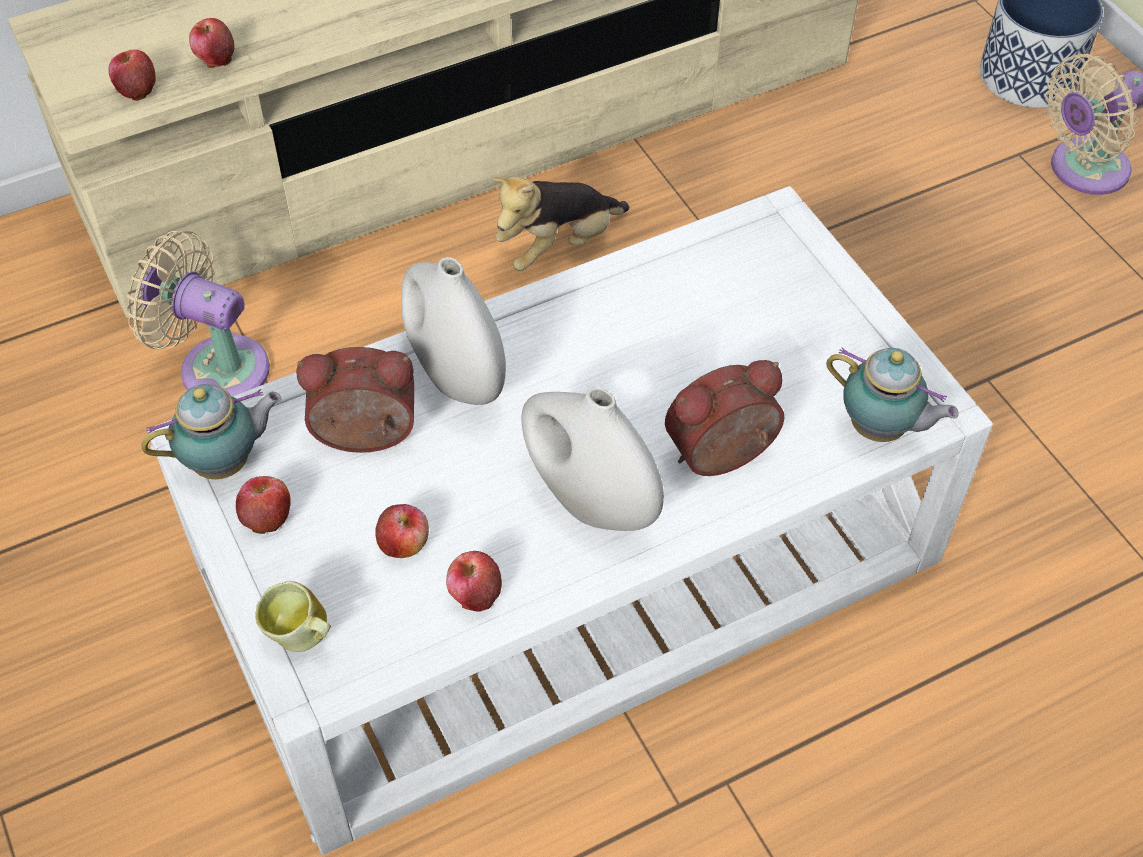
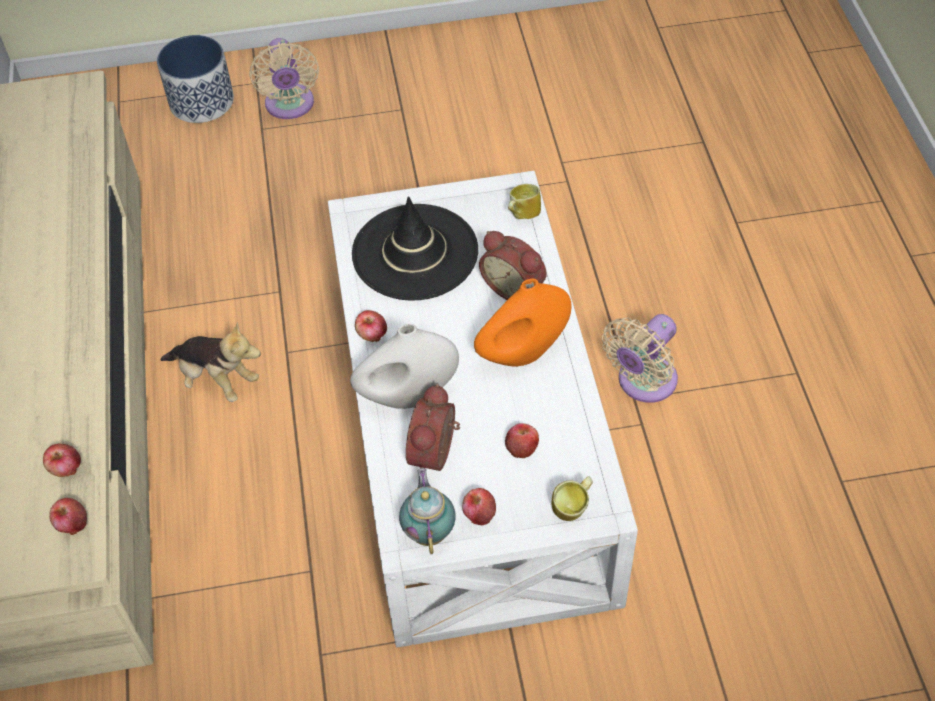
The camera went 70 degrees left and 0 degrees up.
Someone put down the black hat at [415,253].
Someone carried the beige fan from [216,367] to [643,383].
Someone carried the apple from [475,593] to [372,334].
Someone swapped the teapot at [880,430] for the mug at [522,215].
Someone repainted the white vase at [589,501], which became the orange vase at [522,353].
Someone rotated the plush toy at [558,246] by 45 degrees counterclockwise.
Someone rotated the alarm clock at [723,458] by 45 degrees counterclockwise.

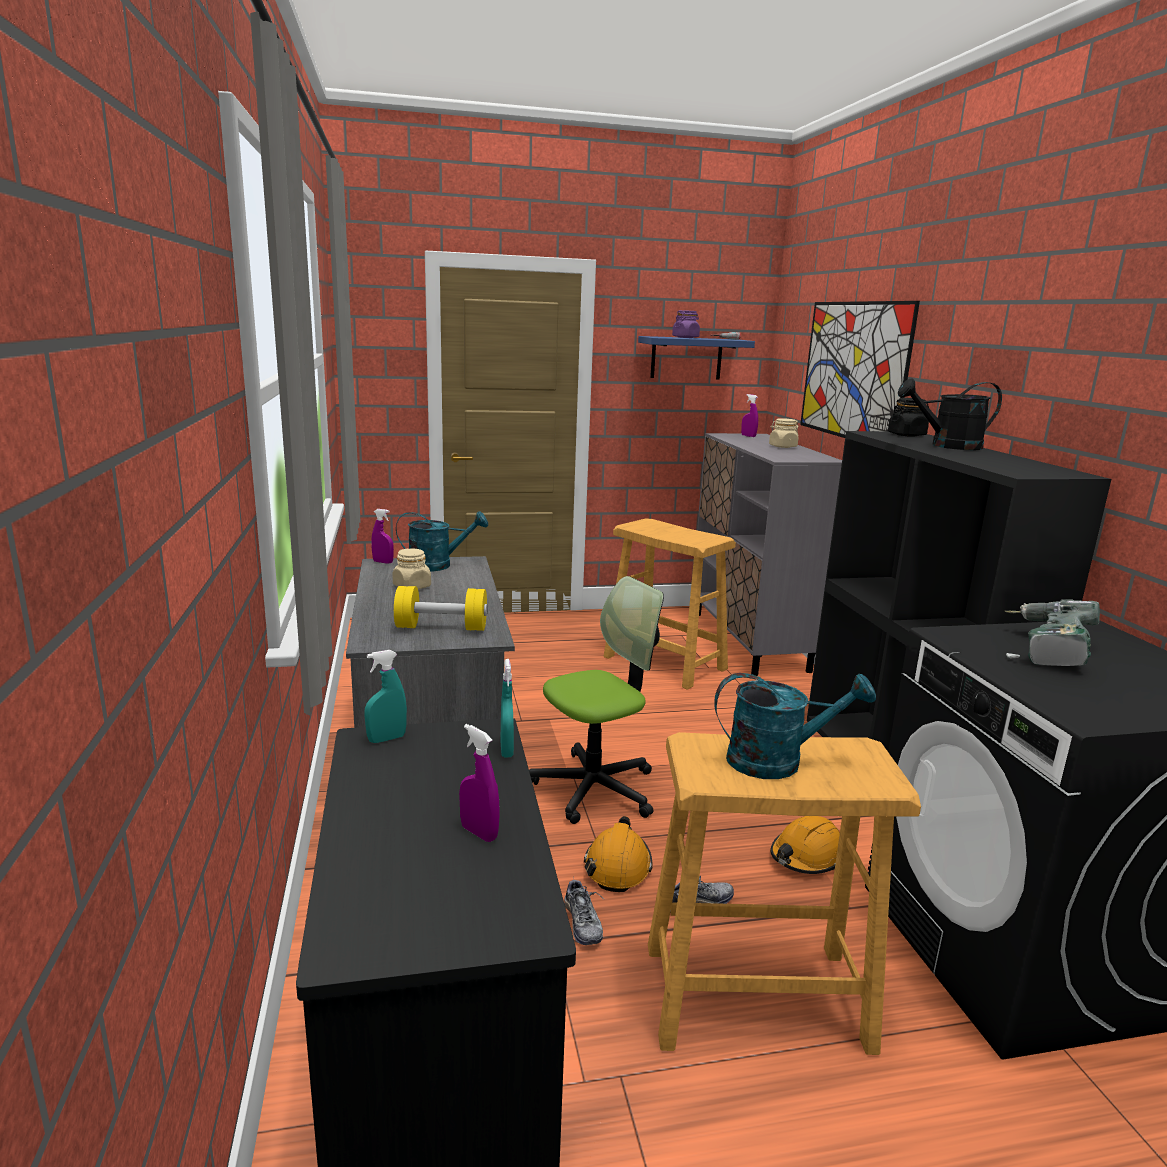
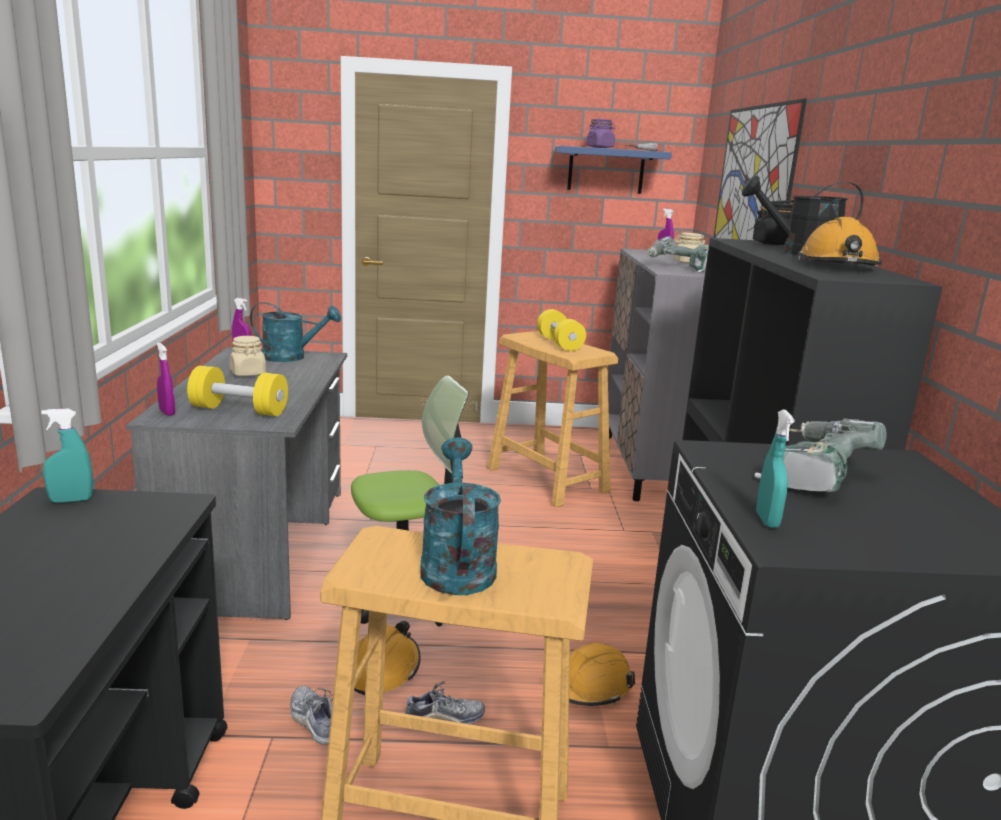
The camera went 10 degrees right and 0 degrees up.
Someone put down the yellow dumbbell at [559,343].
Someone put down the power drill at [678,268].
Someone put down the orange hard hat at [838,266].
Someone carried the purple spray bottle from [479,832] to [167,412].
Someone carried the turquoise spray bottle from [506,750] to [767,520].
Someone rotated the shoe at [582,923] by 150 degrees clockwise.
Someone rotated the turquoise watering can at [777,761] by 105 degrees counterclockwise.

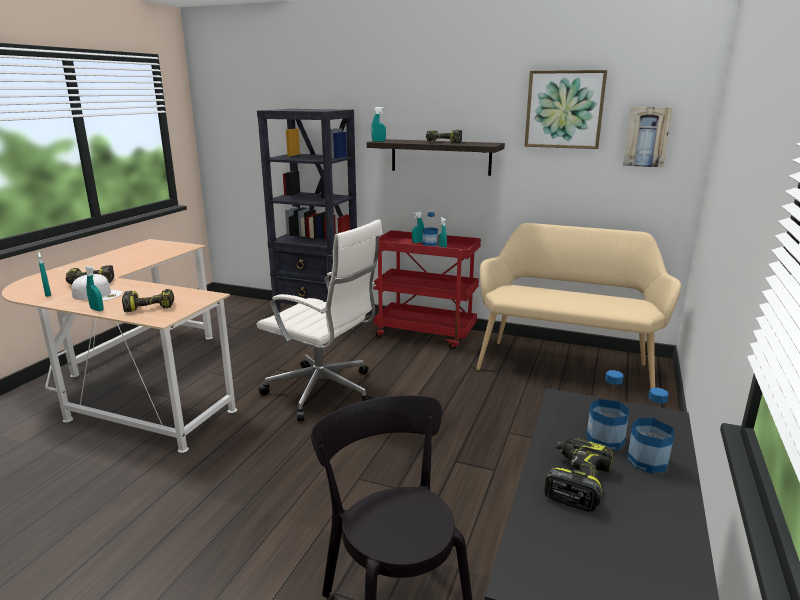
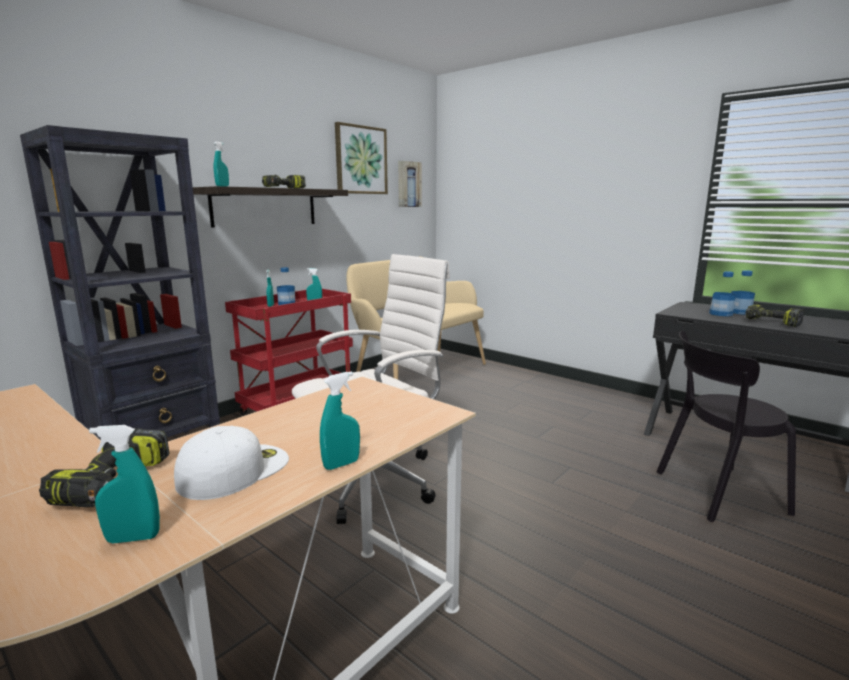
The camera went 70 degrees left and 5 degrees down.
Someone took away the power drill at [151,306].

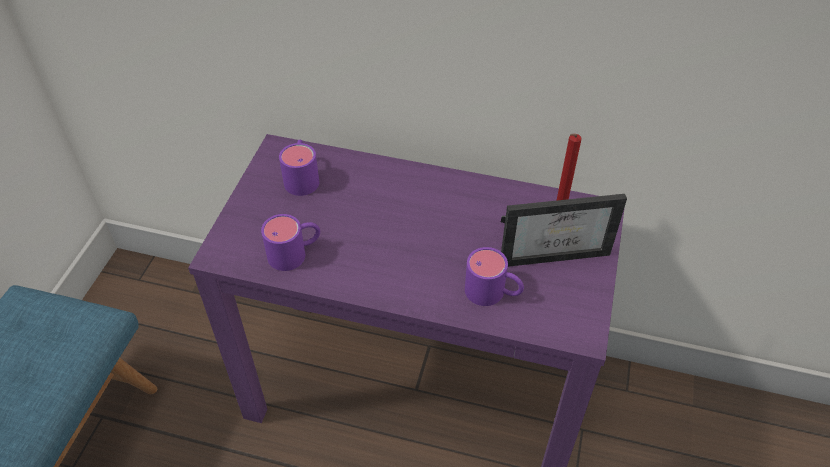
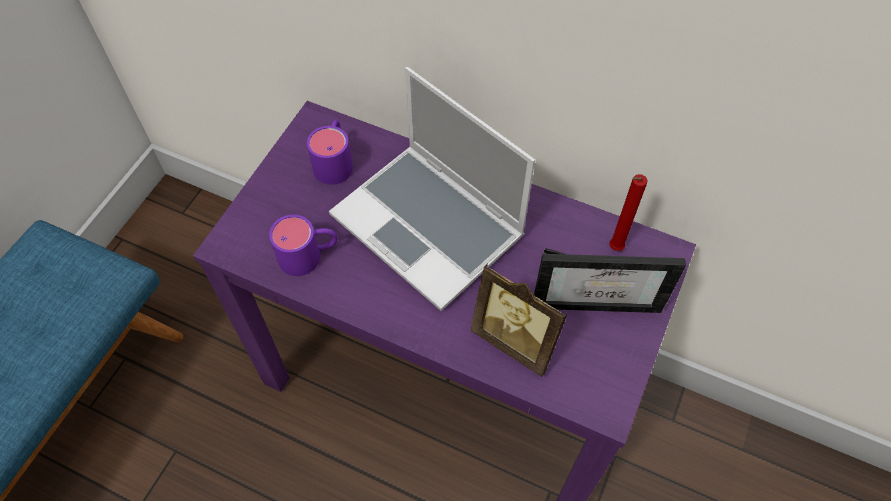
The camera went 10 degrees right and 10 degrees up.
Someone put down the laptop at [430,226].
Someone swapped the purple mug at [493,293] for the picture frame at [516,339].

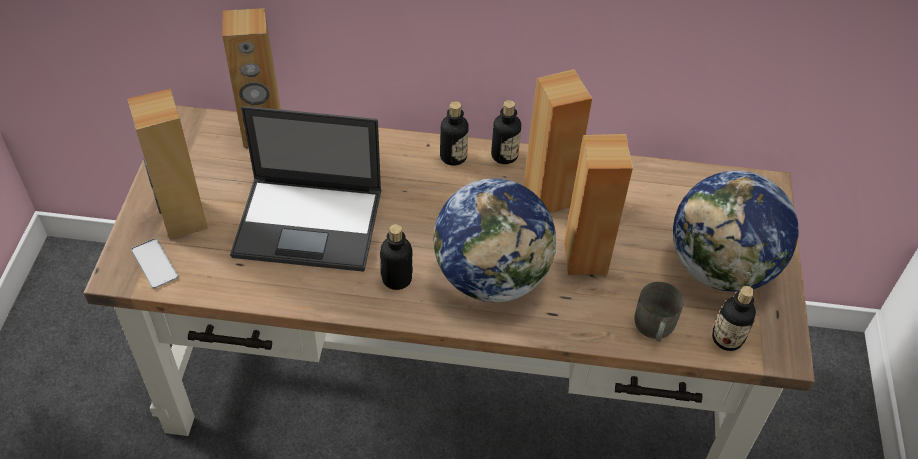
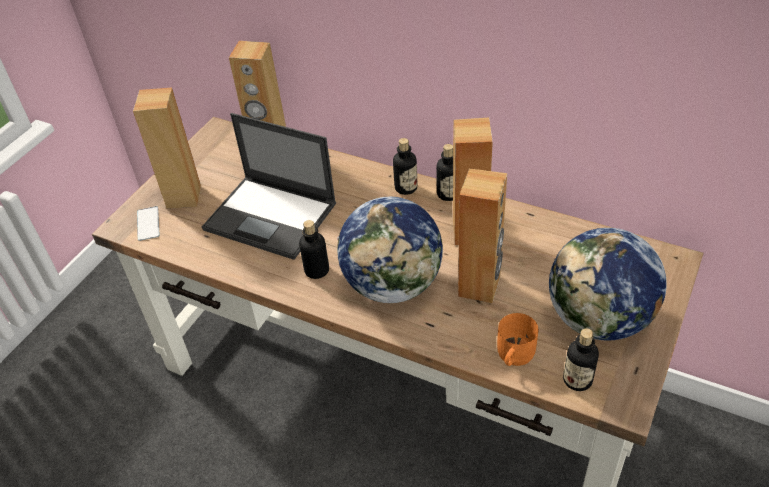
The camera went 25 degrees right and 5 degrees down.
Someone repainted the grey mug at [653,327], which became the orange mug at [513,355].

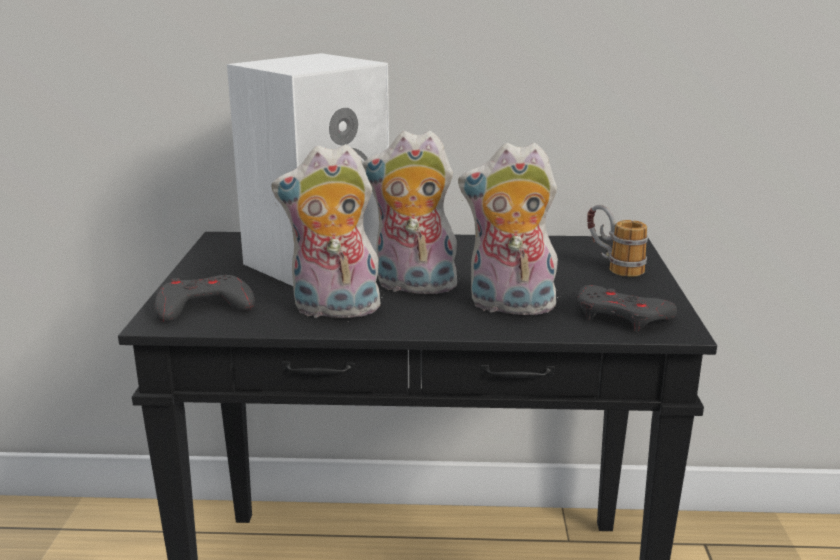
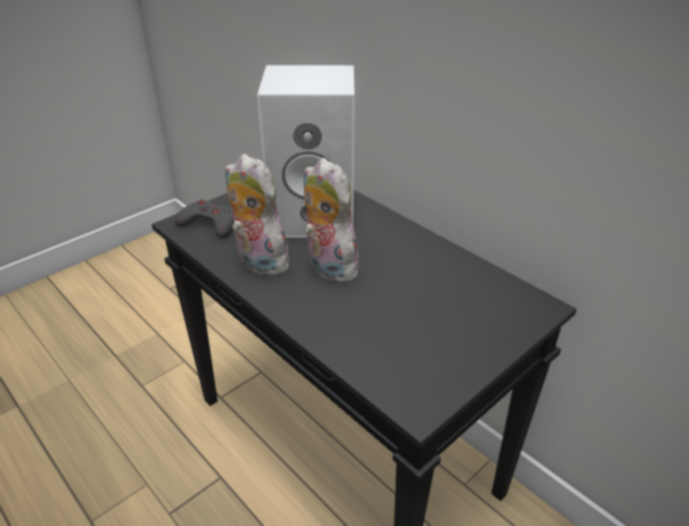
The camera went 45 degrees right and 15 degrees up.
Someone took away the plush toy at [509,307].
Someone took away the grey game controller at [621,316].
Someone took away the mug at [612,266].

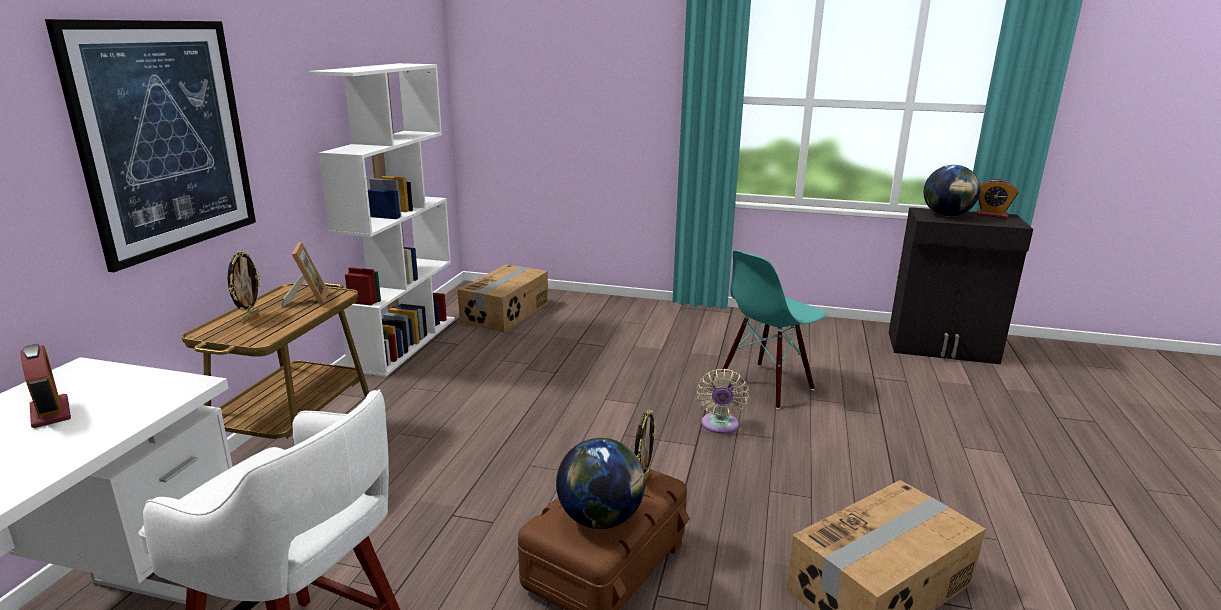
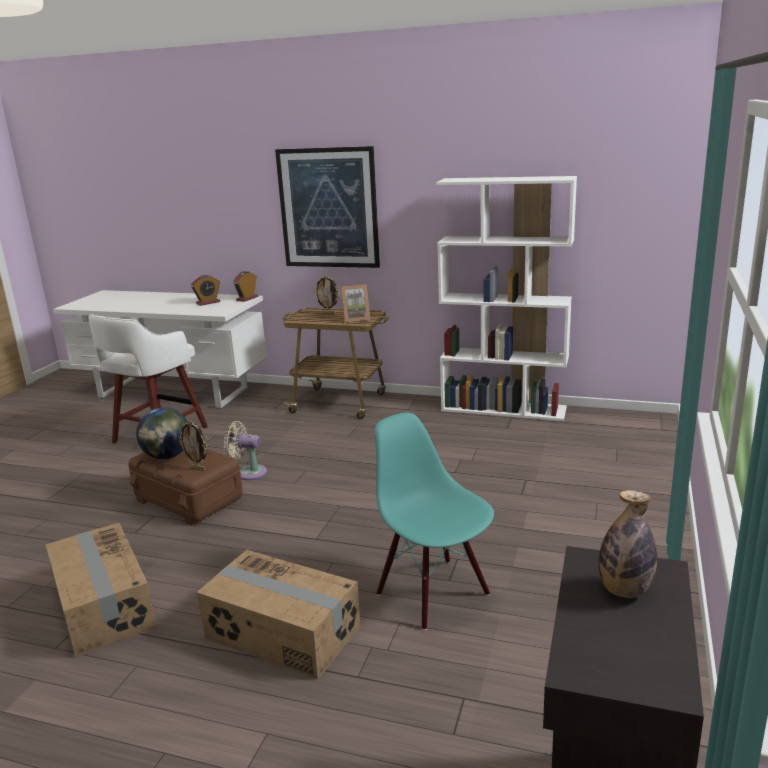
The camera went 95 degrees right and 0 degrees up.
Someone carried the cardboard box from [506,313] to [282,633].
Someone carried the beige fan from [719,426] to [248,472].
Someone carried the alarm clock from [992,215] to [247,298].
Someone swapped the globe at [947,215] for the bottle at [624,590].

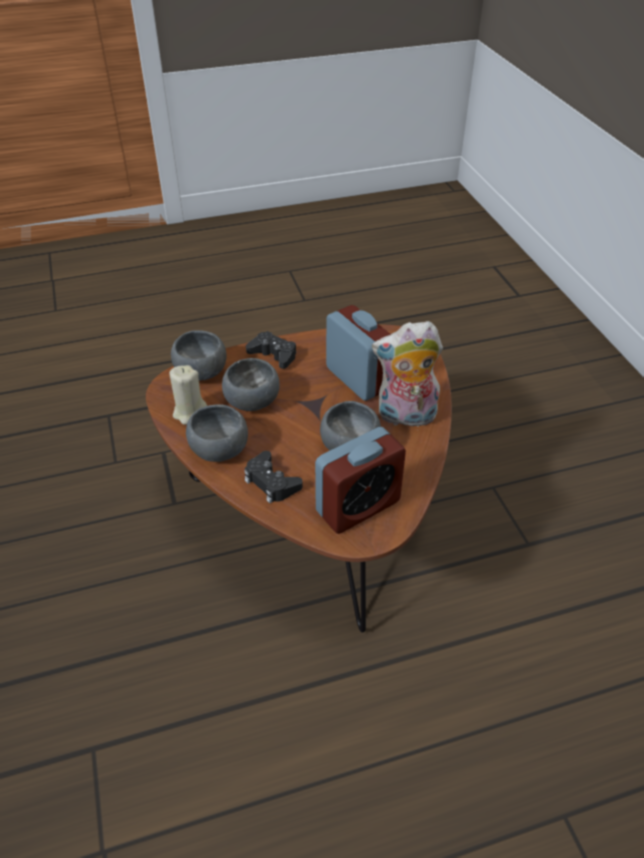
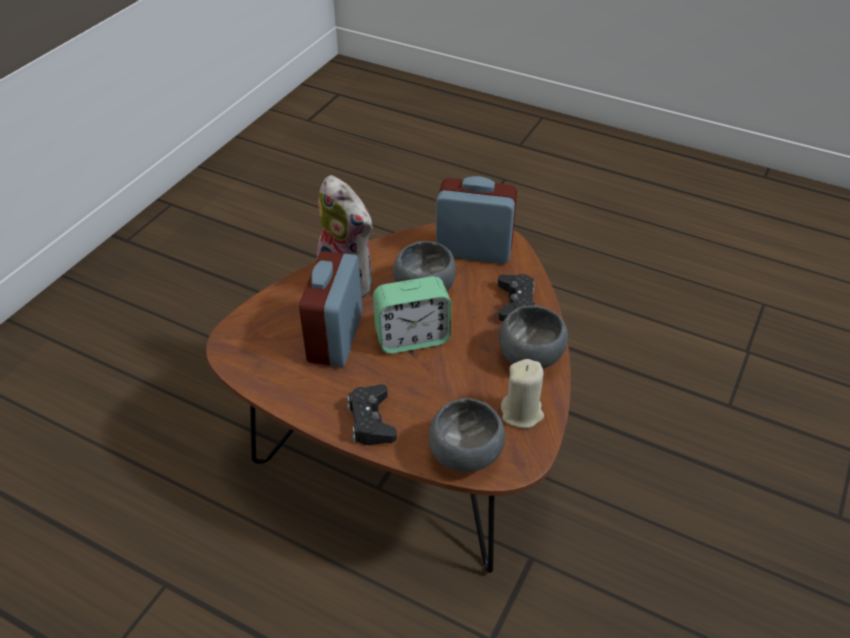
The camera went 135 degrees left and 0 degrees up.
Someone took away the grey bowl at [253,402].
Someone put down the alarm clock at [412,338].

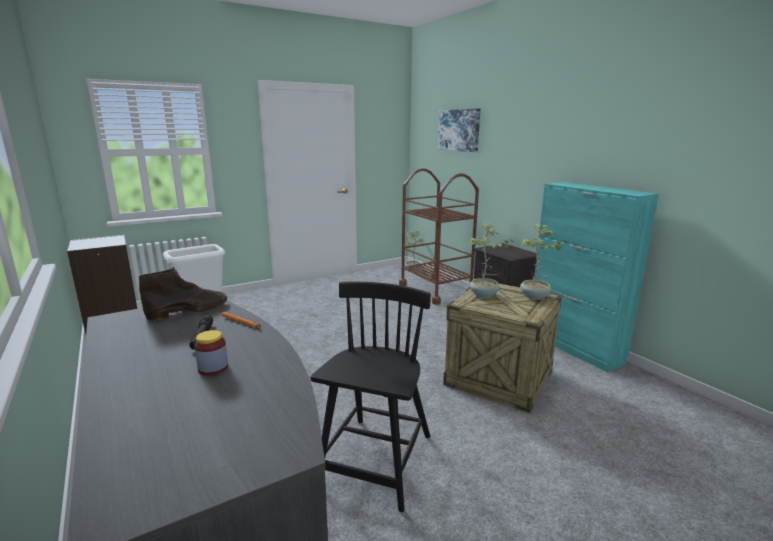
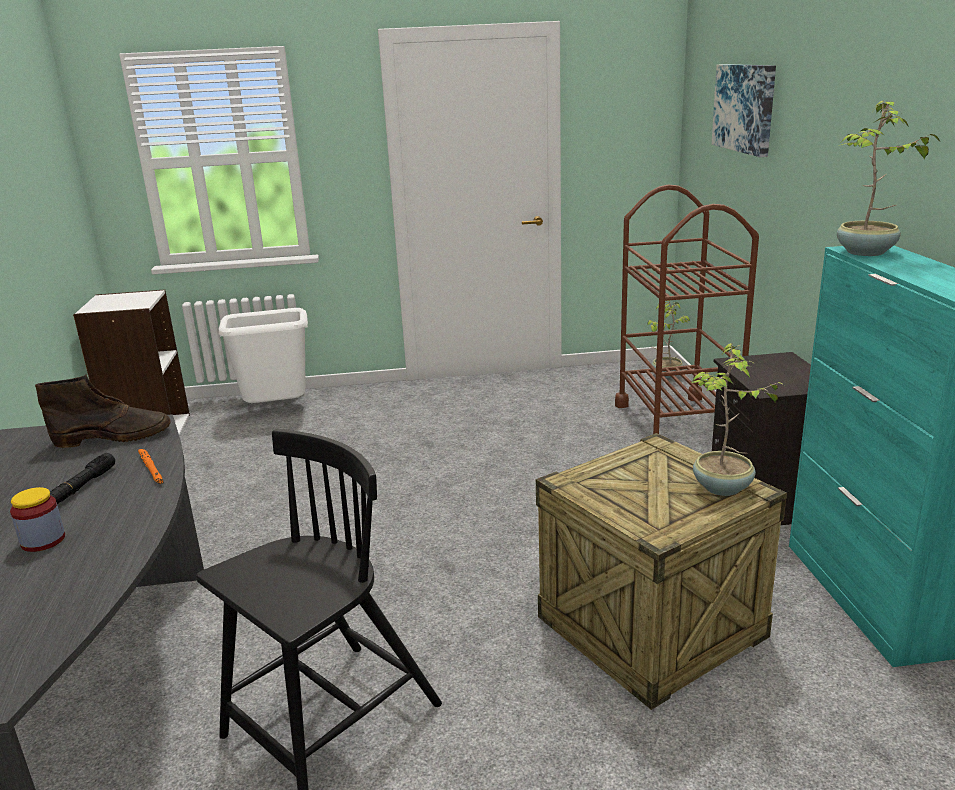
The camera went 25 degrees right and 5 degrees up.
Someone carried the potted plant from [484,295] to [866,253].

